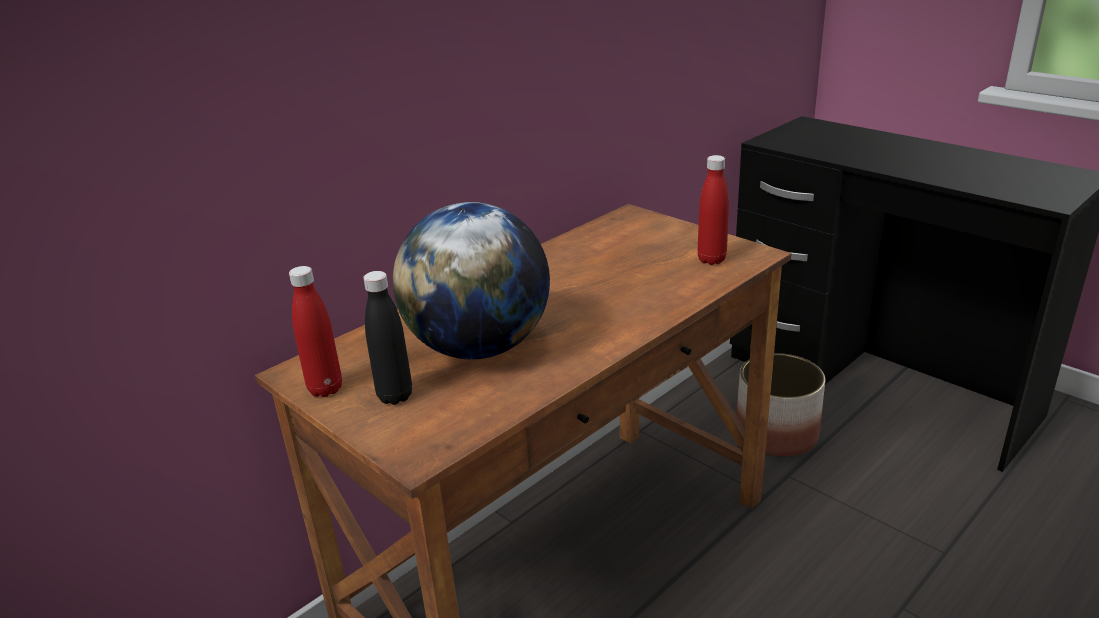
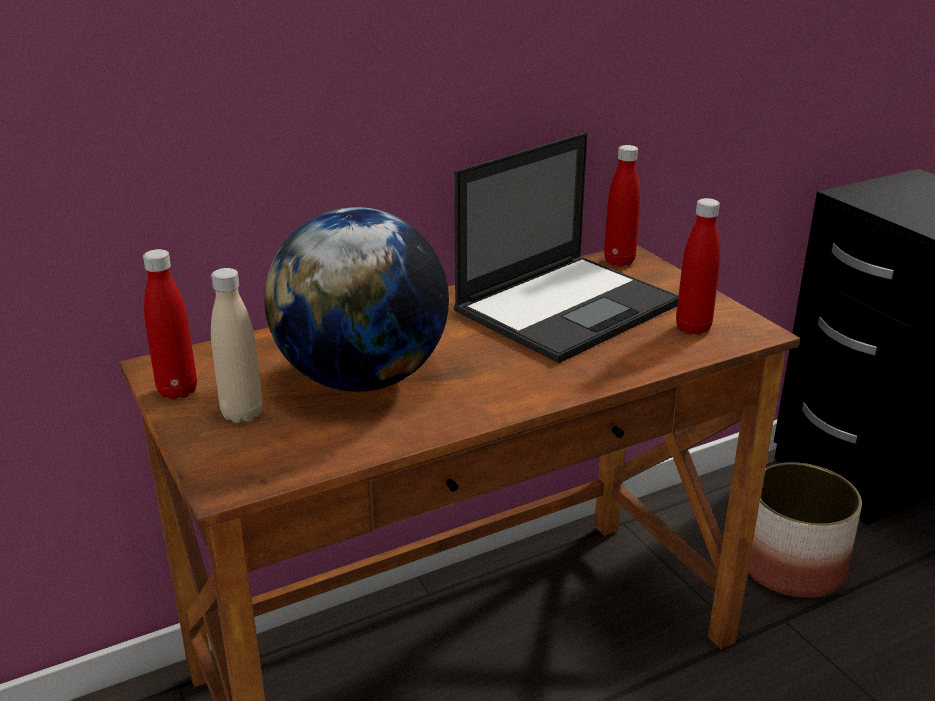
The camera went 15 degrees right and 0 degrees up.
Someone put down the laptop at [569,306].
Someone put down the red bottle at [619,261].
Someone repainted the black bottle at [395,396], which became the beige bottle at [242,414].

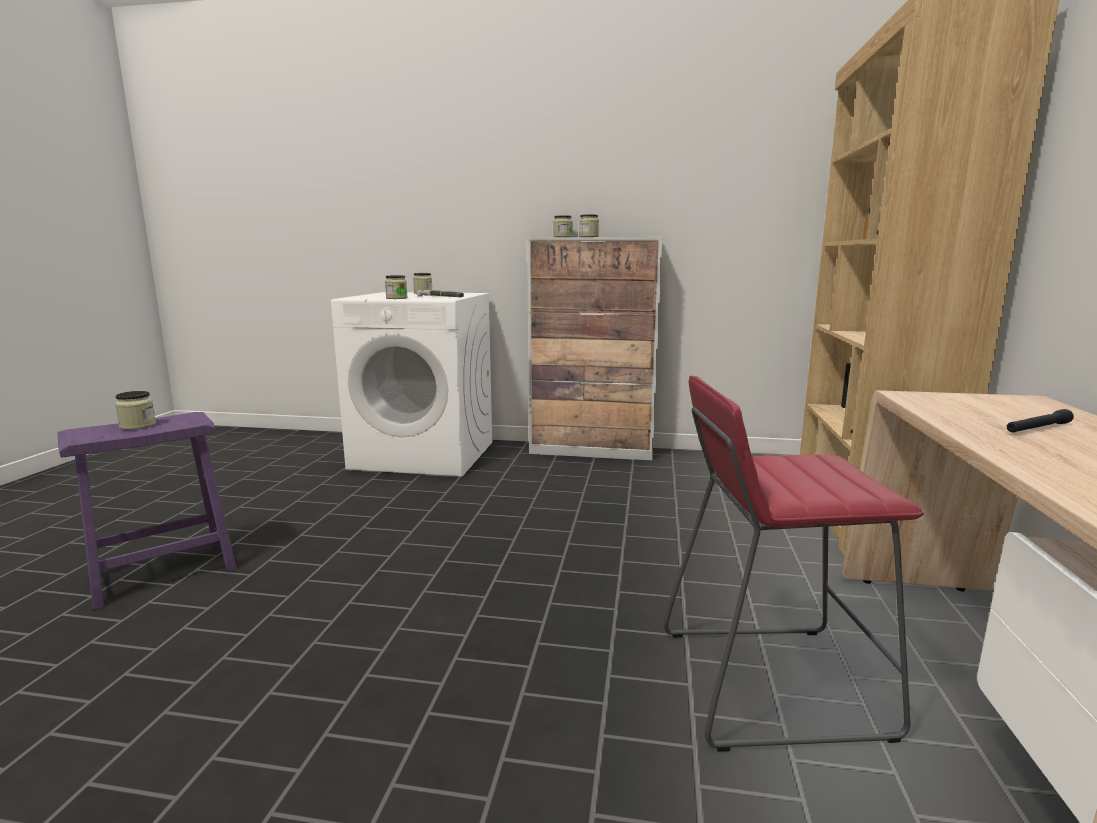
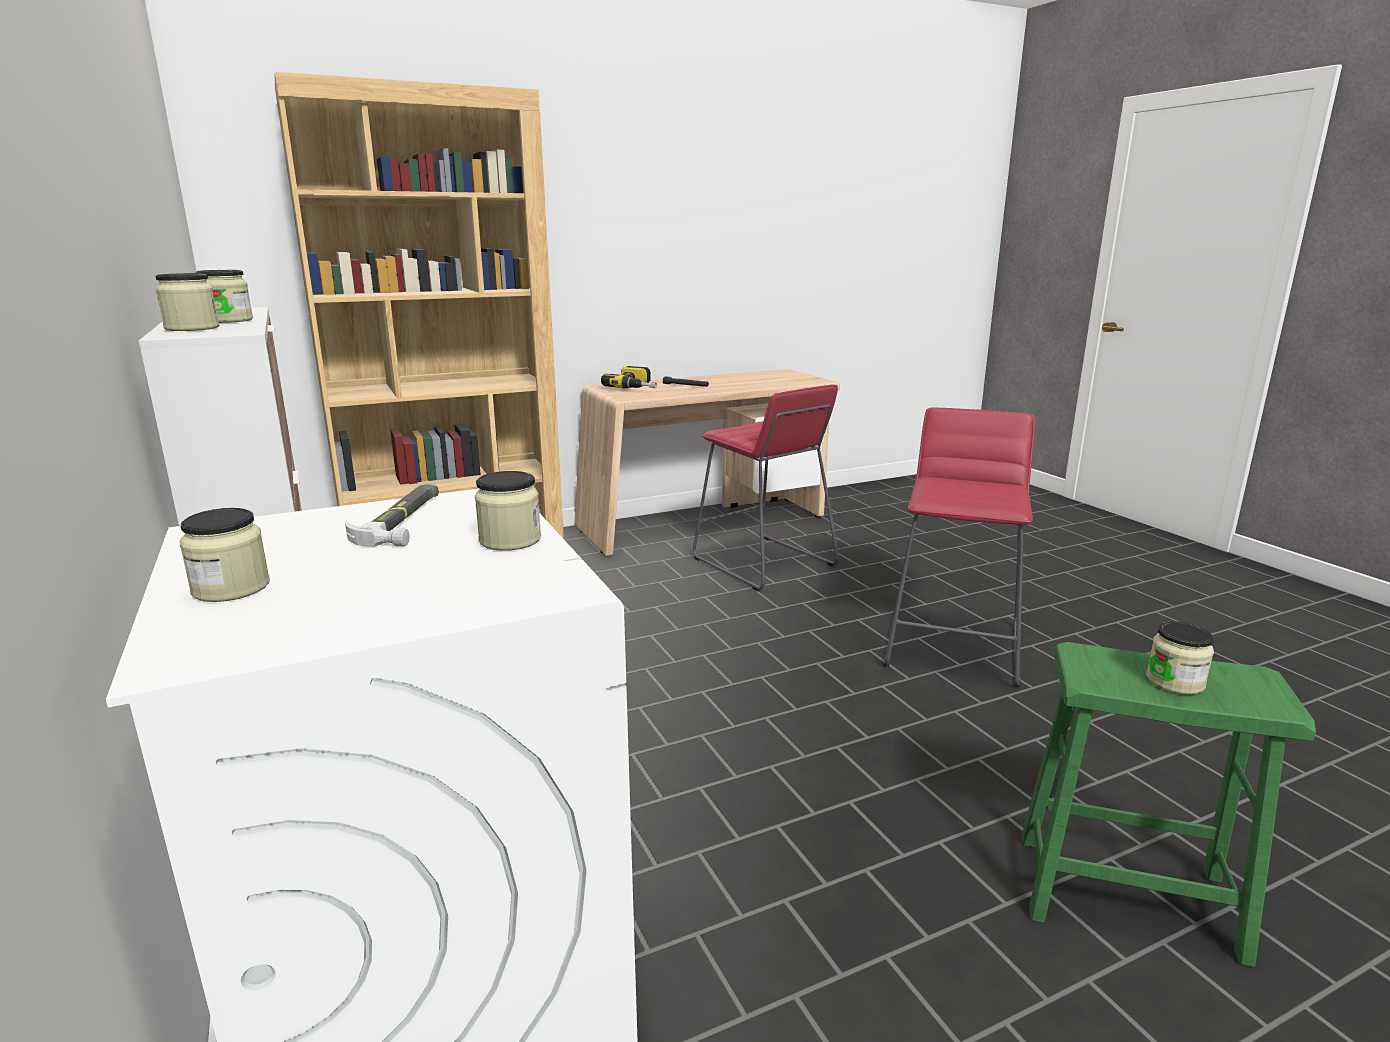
The camera went 125 degrees left and 5 degrees up.
Someone put down the power drill at [637,387].
Someone put down the red stool at [953,646].
Someone repainted the purple stool at [163,573], which became the green stool at [1127,895].

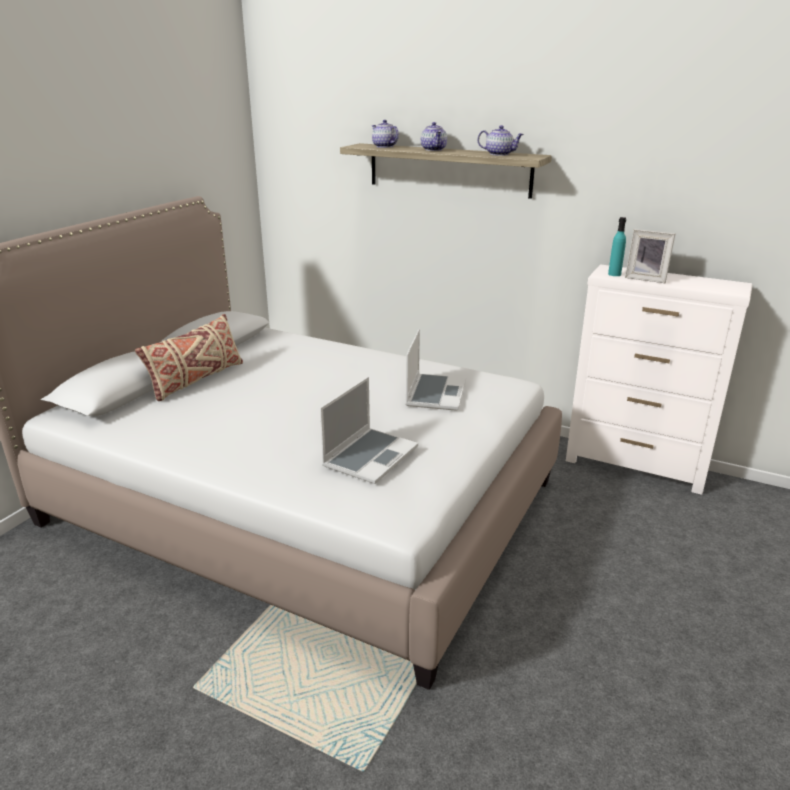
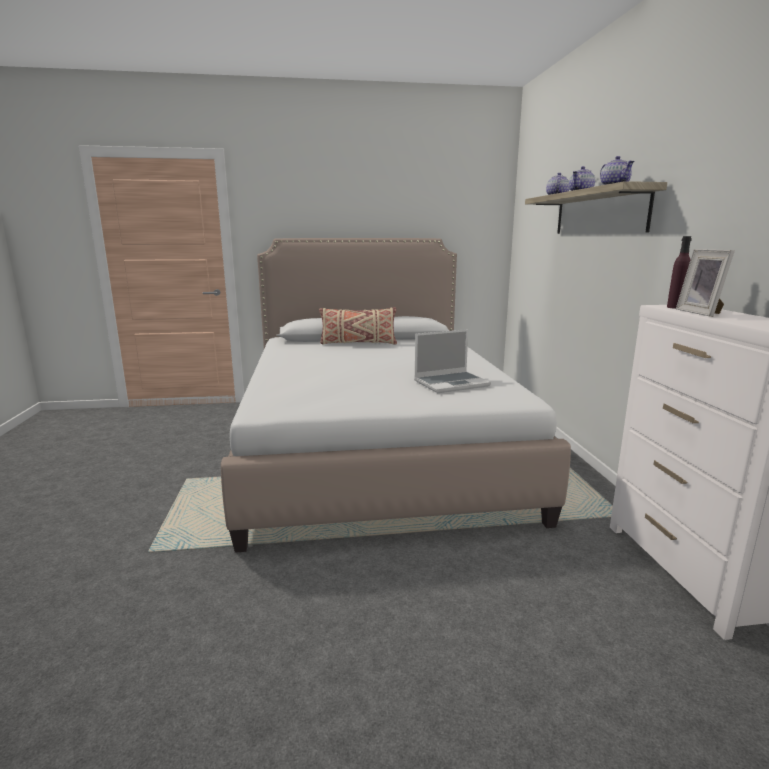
The camera went 55 degrees right and 10 degrees down.
Someone took away the laptop at [370,456].
Someone repainted the turquoise bottle at [614,274], which became the purple bottle at [675,307].

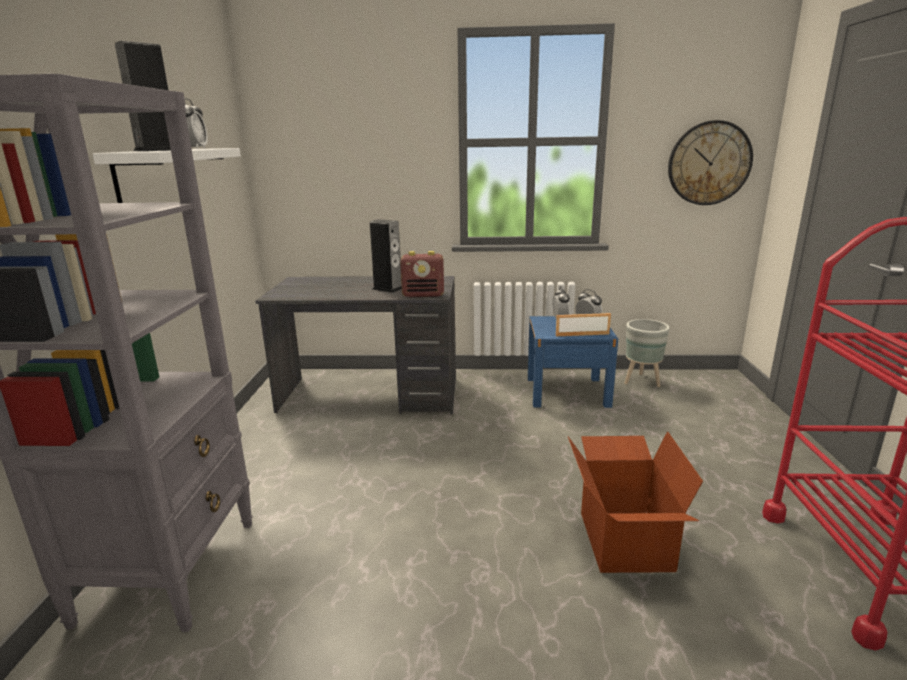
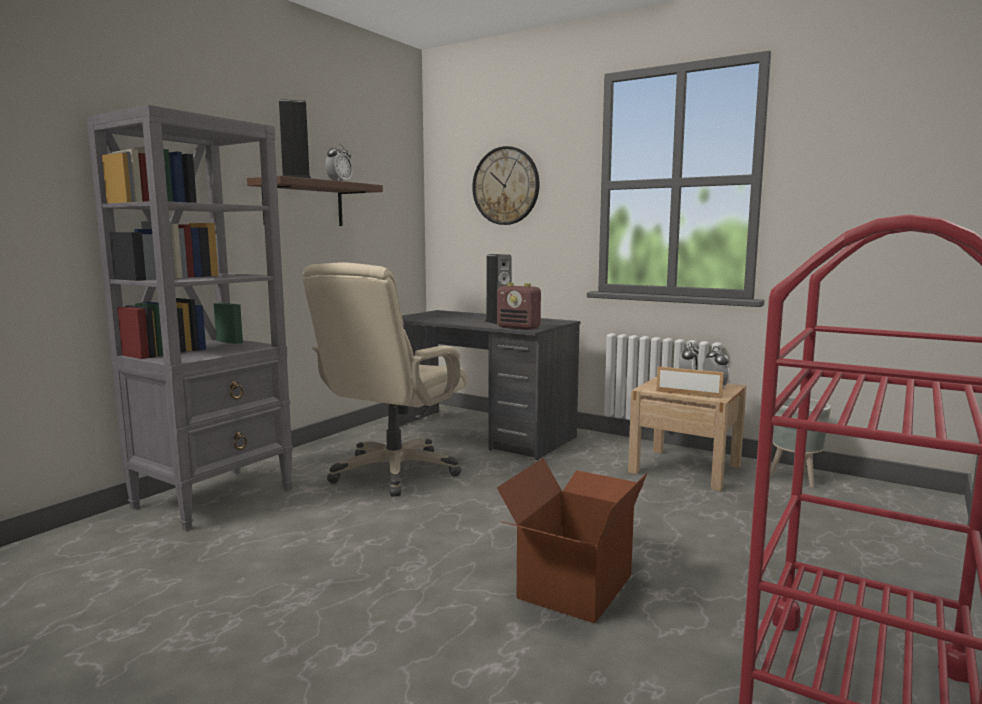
The camera went 30 degrees right and 10 degrees down.
Someone put down the beige office chair at [394,472].
Someone carried the wall clock from [709,163] to [506,186].
Someone repainted the white shelf at [152,178], which became the brown shelf at [304,204].
Someone repainted the blue nightstand at [567,392], which became the beige nightstand at [685,469].

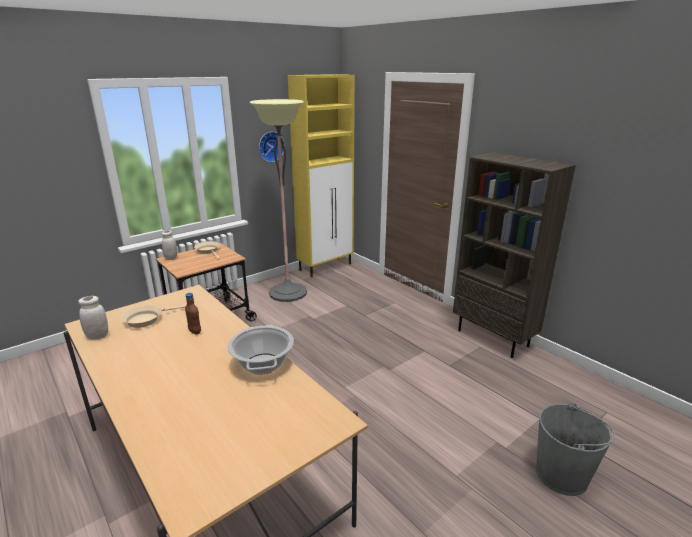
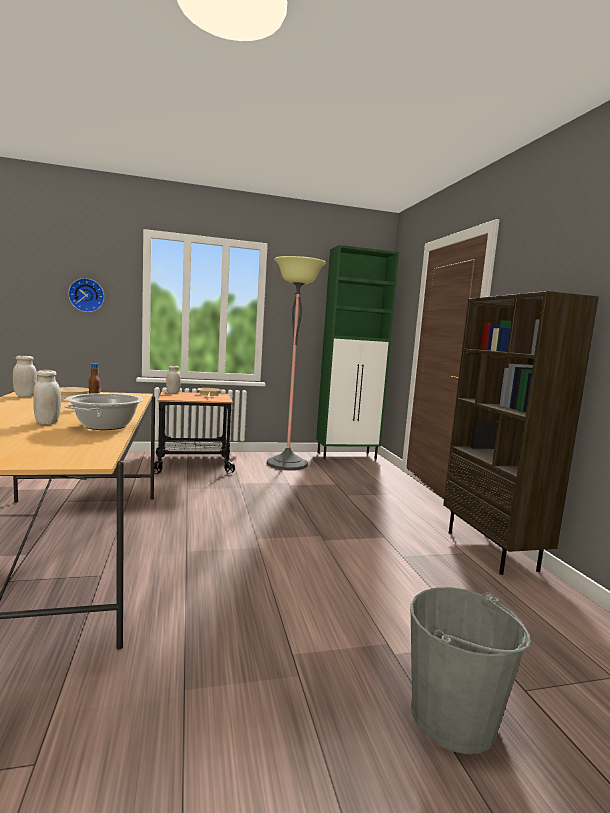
The camera went 25 degrees right and 15 degrees down.
Someone put down the white jar at [48,422].
Someone carried the wall clock from [270,146] to [87,295].
Someone repainted the yellow cabinet at [326,267], which became the green cabinet at [347,456].

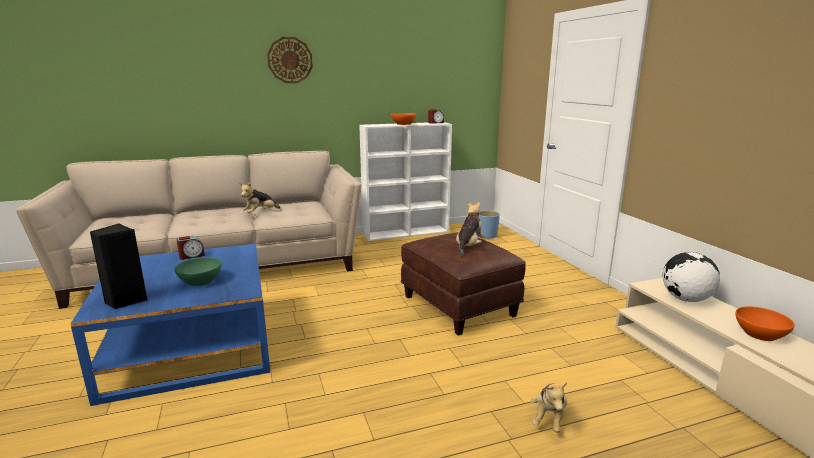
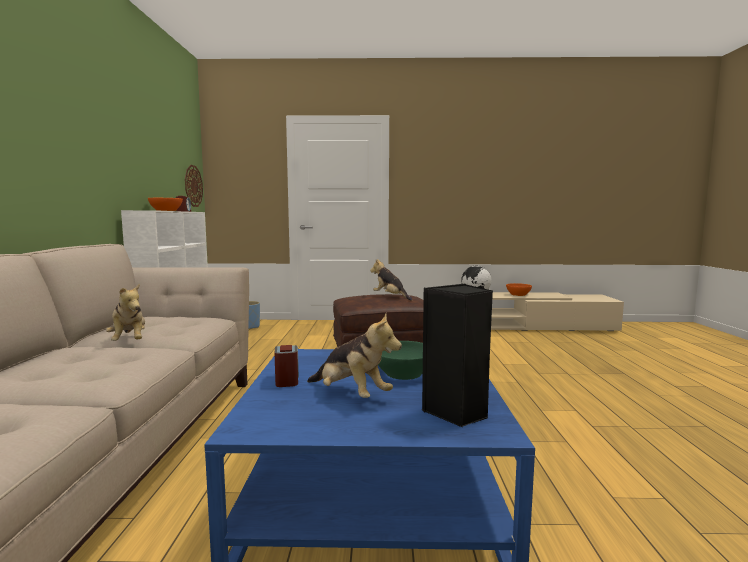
The camera went 70 degrees left and 10 degrees down.
Someone carried the wall clock from [290,60] to [193,186].
Someone carried the plush toy from [549,418] to [351,395].

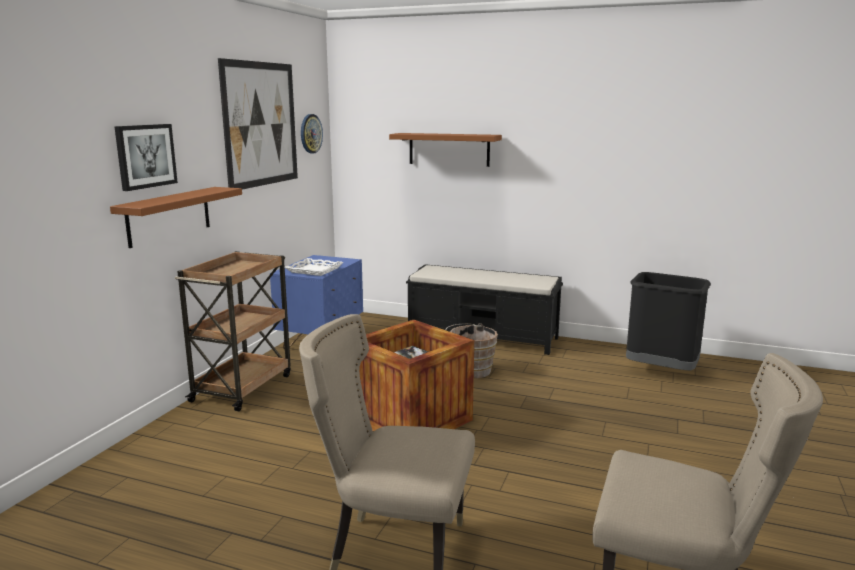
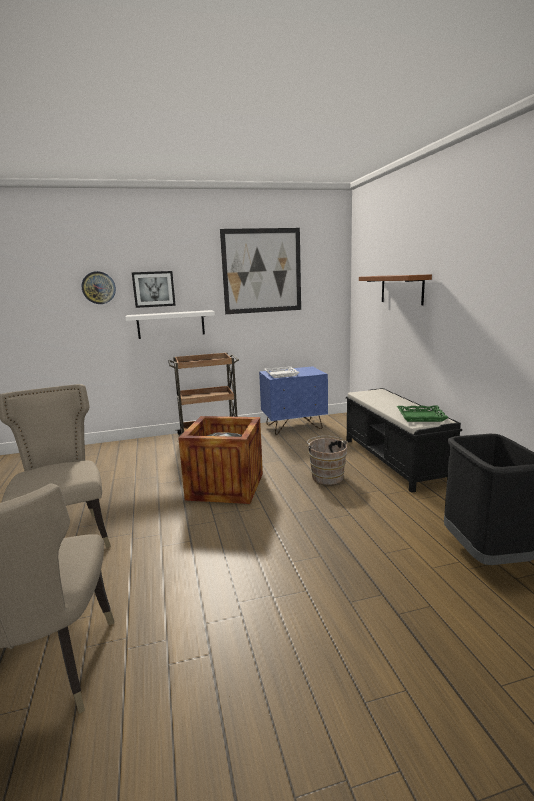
The camera went 55 degrees right and 0 degrees up.
Someone put down the green tray at [421,416].
Someone carried the wall clock from [310,133] to [98,287].
Someone repainted the brown shelf at [169,216], which became the white shelf at [171,324].

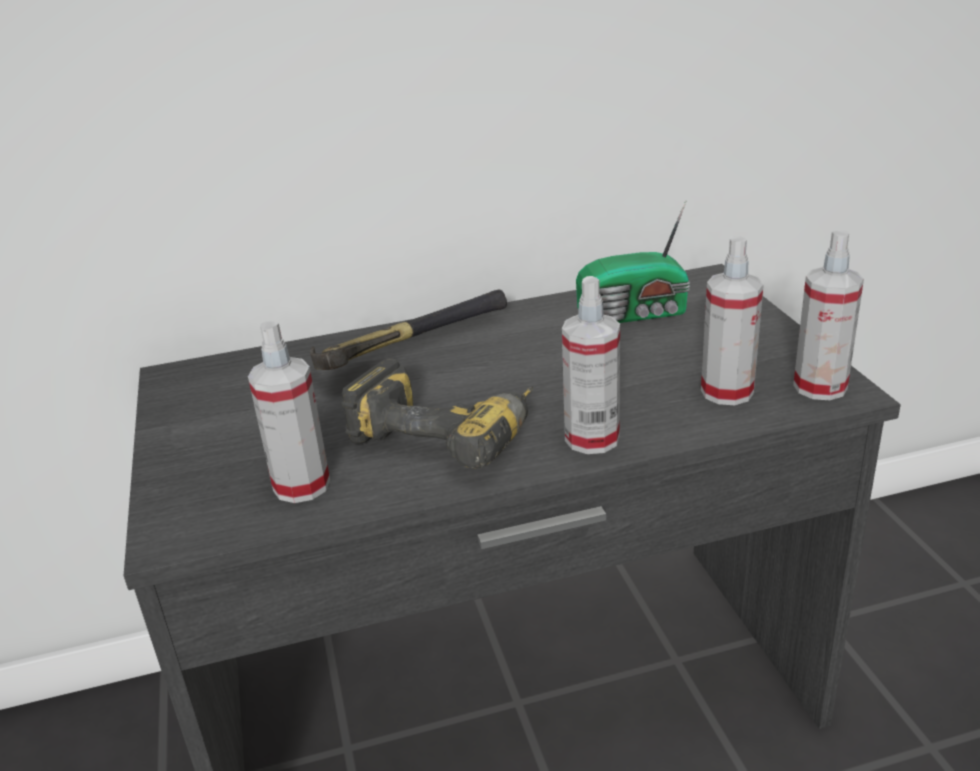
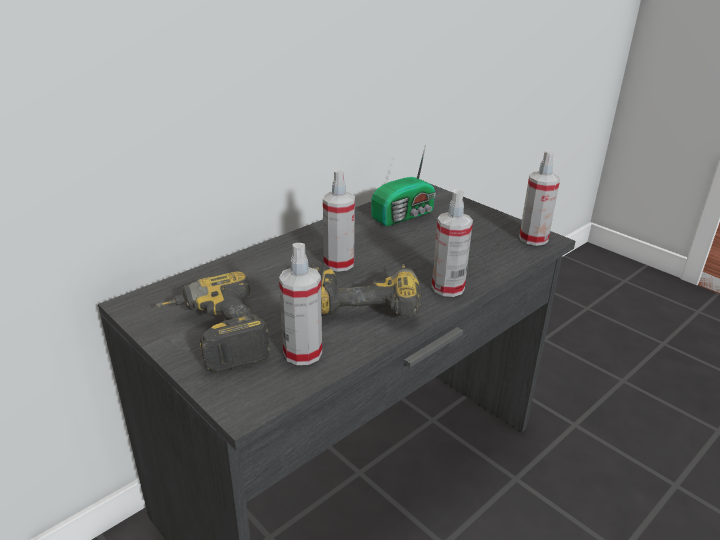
The camera went 30 degrees left and 0 degrees up.
Someone took away the hammer at [402,350].
Someone put down the power drill at [213,335].
Someone carried the spray bottle from [727,392] to [339,263].

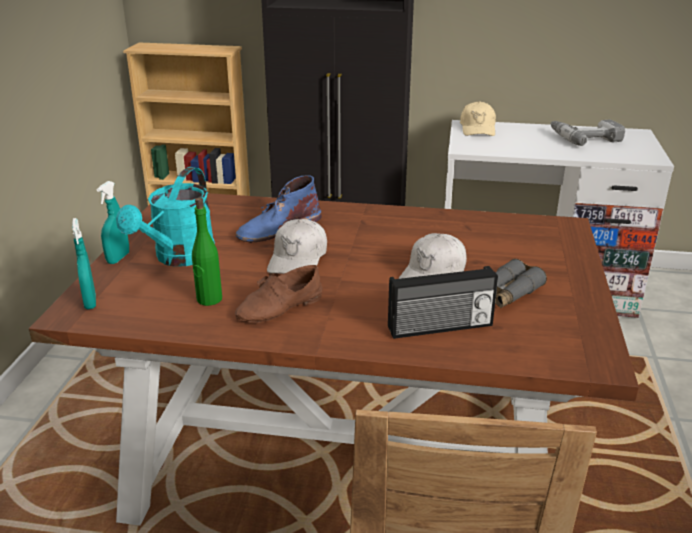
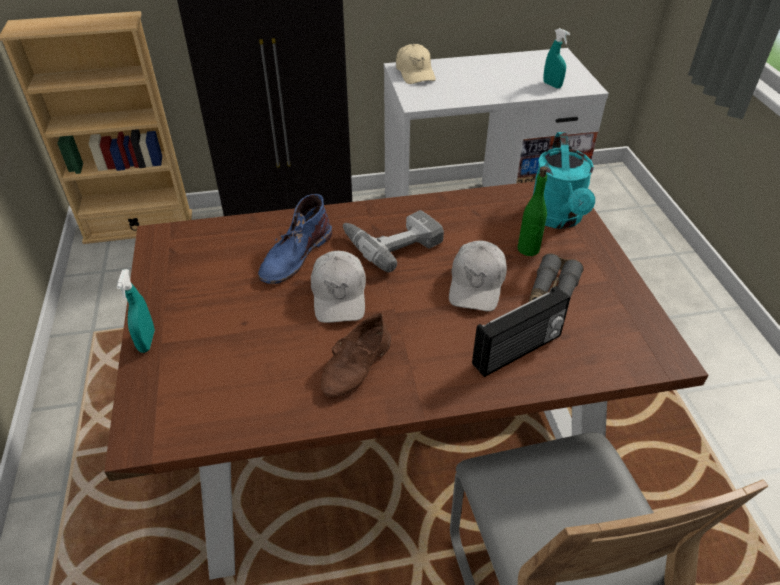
The camera went 20 degrees left and 15 degrees up.
Someone carried the turquoise spray bottle from [90,302] to [552,85].
Someone carried the turquoise watering can from [179,258] to [558,219].
Someone carried the green bottle from [209,299] to [528,249].
Someone carried the power drill from [584,137] to [391,242].

